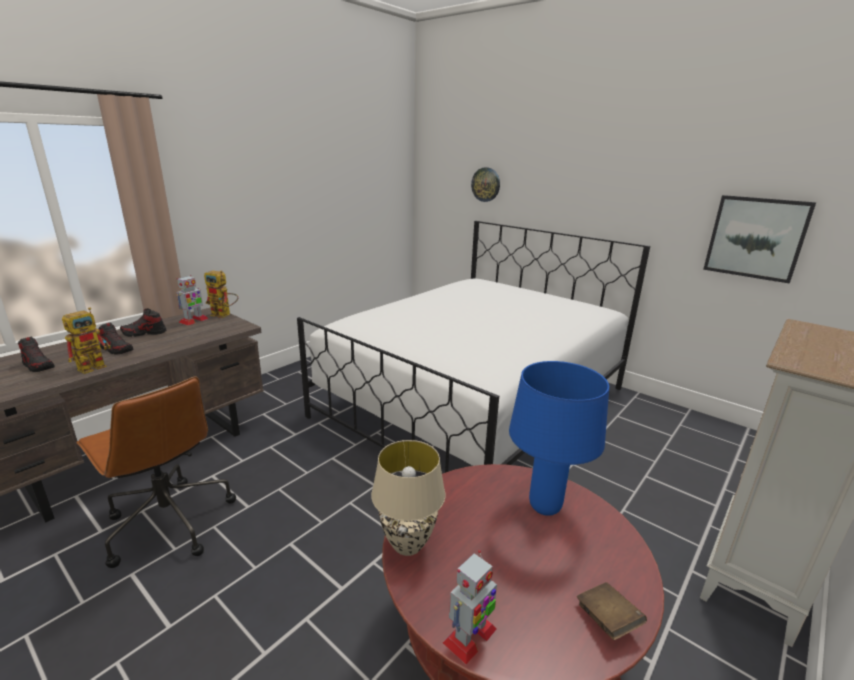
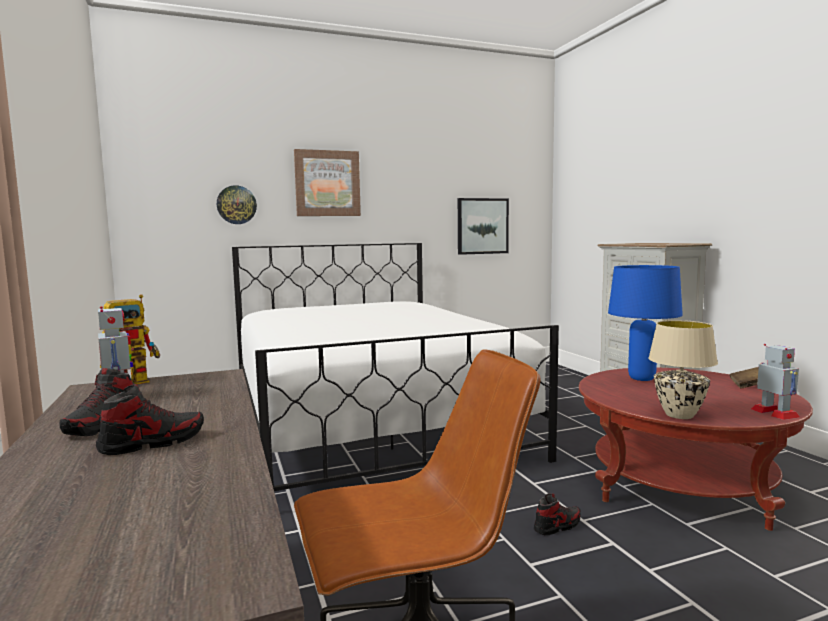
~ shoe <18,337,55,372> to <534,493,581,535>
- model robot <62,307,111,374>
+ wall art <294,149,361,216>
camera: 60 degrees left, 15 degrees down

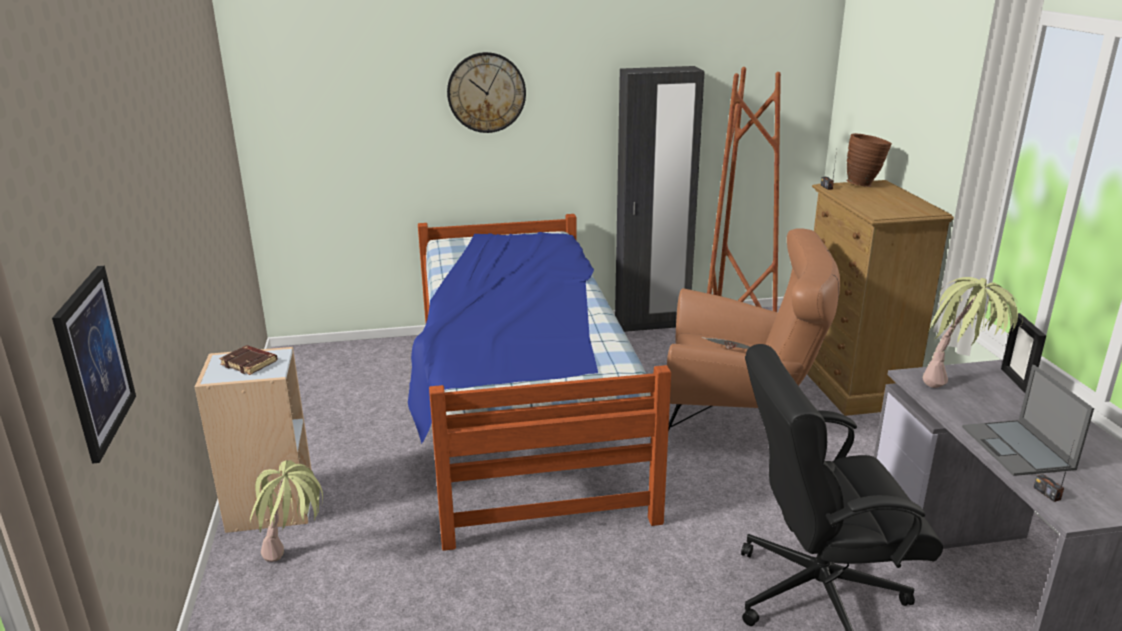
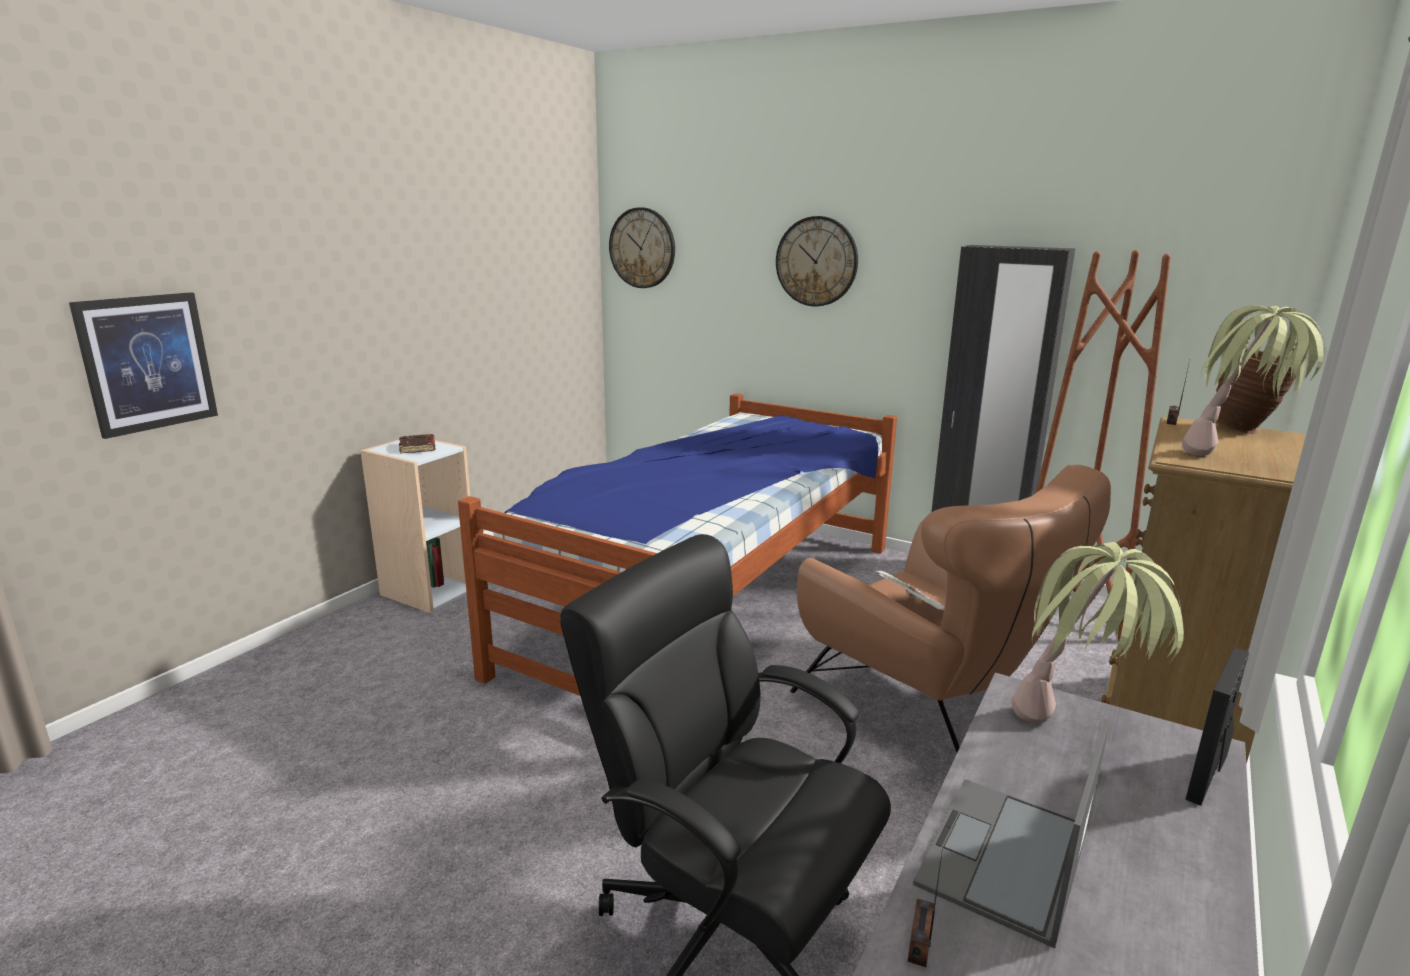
~ potted plant <250,460,323,562> to <1182,305,1325,456>
+ clock on the wall <609,207,675,288>
camera: 40 degrees right, 5 degrees down

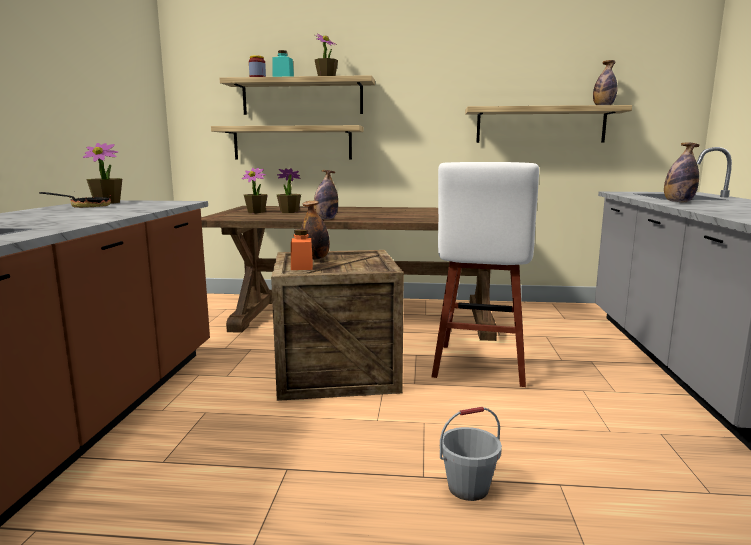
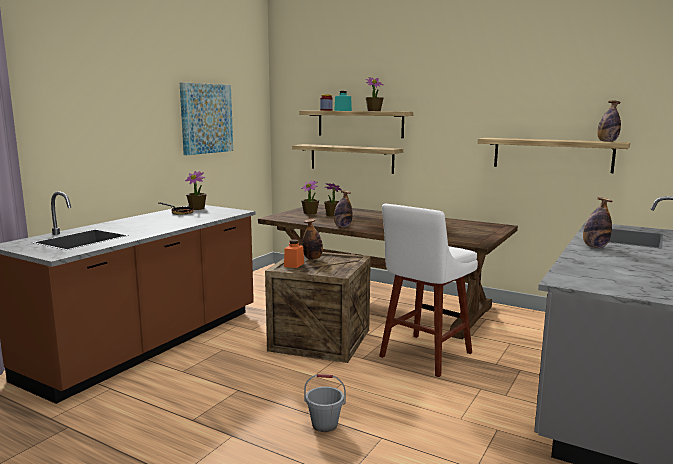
+ wall art <180,82,233,155>
camera: 25 degrees right, 0 degrees up

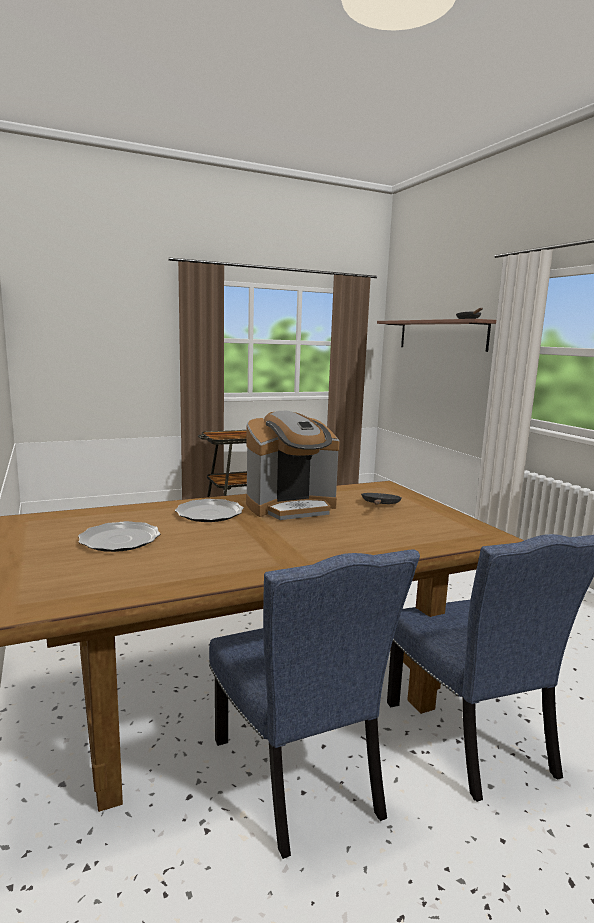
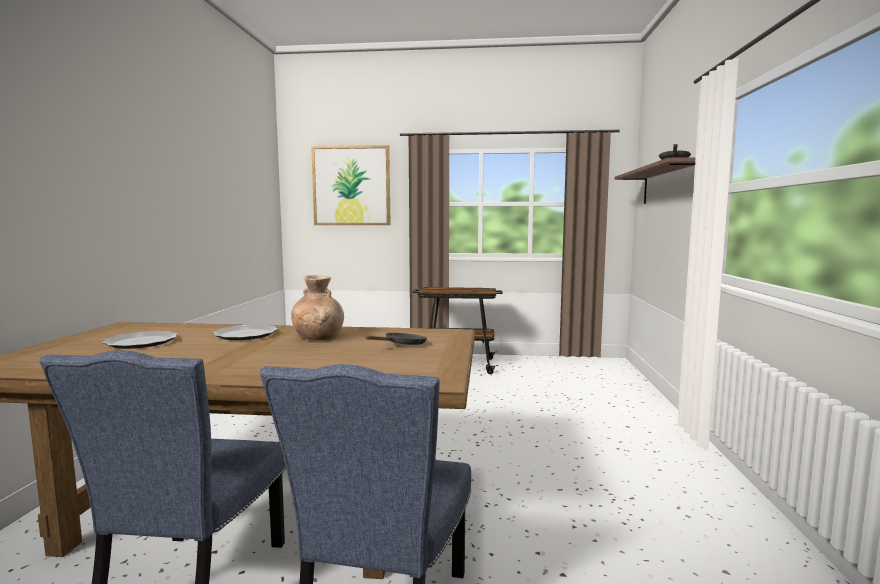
~ coffee brewer <246,411,340,520> to vase (brownish) <291,275,344,340>
+ wall art <311,145,390,225>
camera: 30 degrees right, 5 degrees down

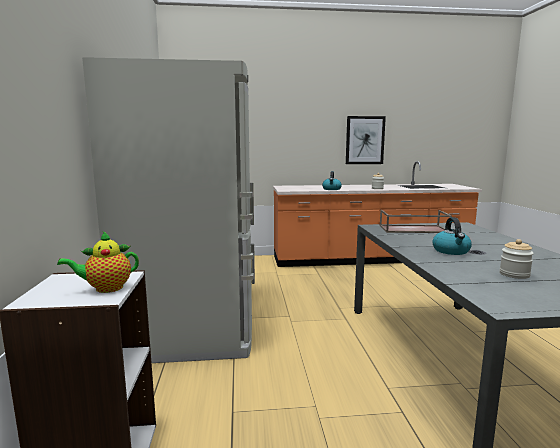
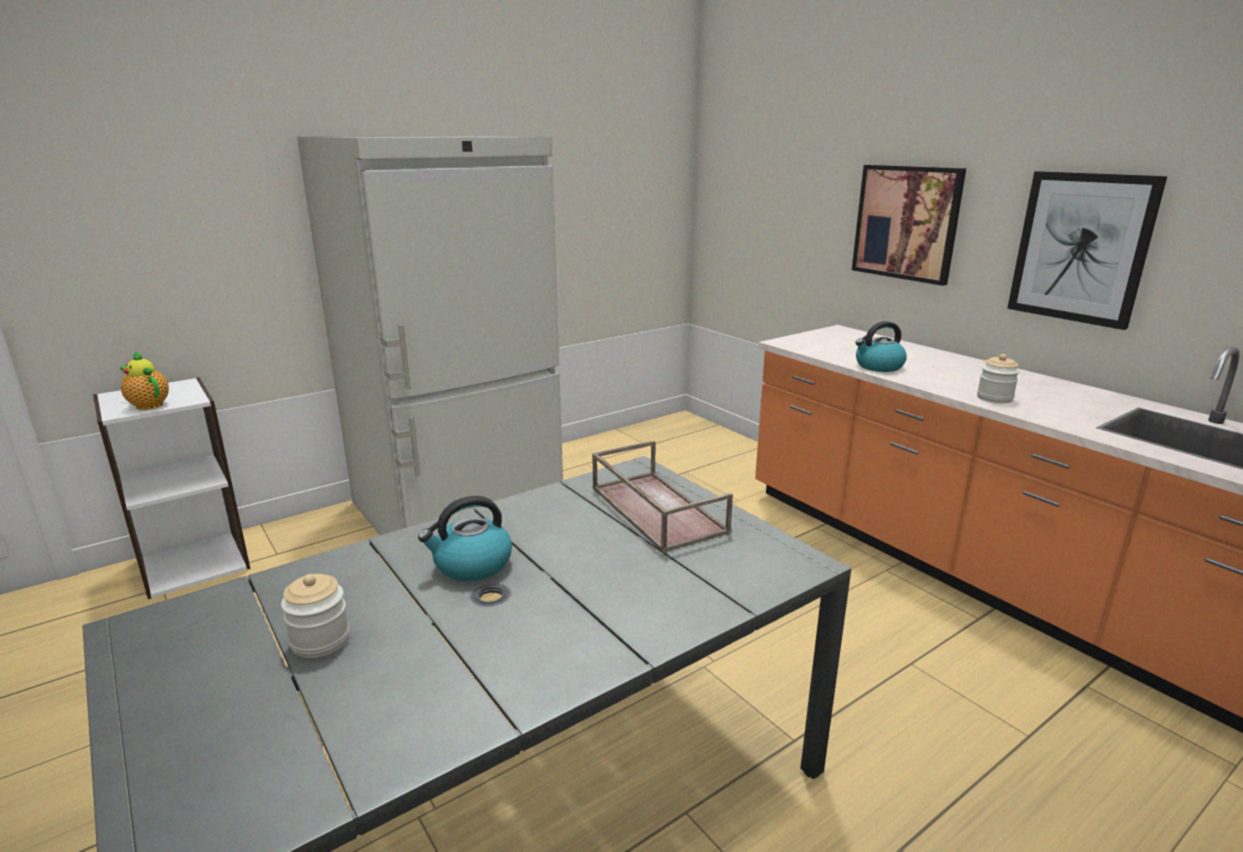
+ wall art <852,165,966,286>
camera: 60 degrees right, 10 degrees up

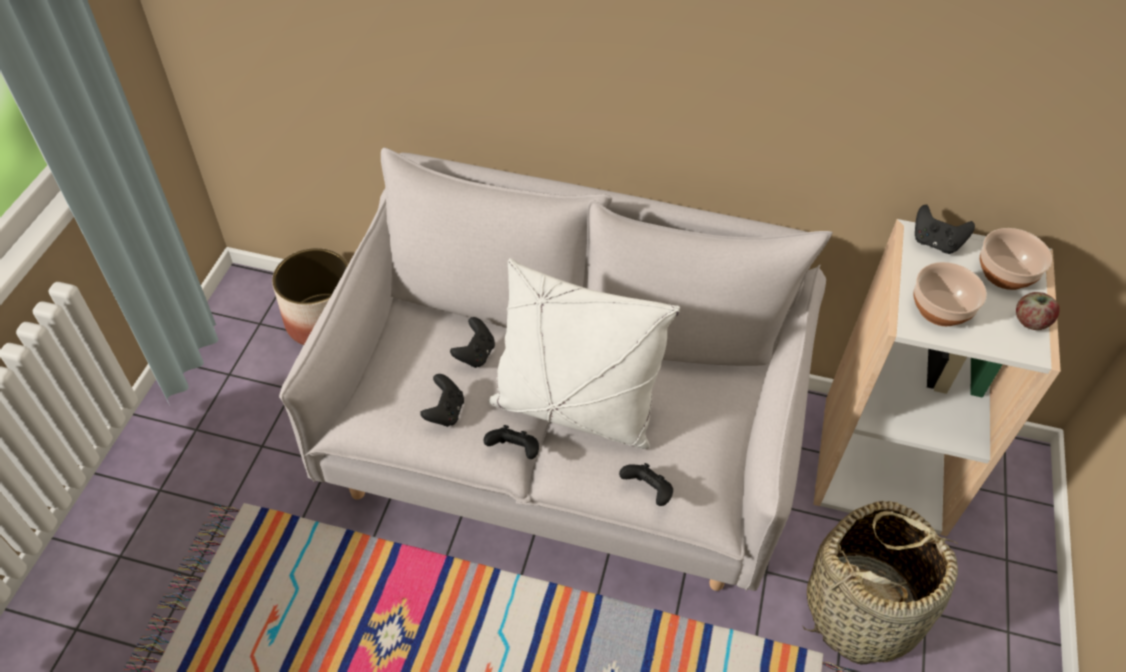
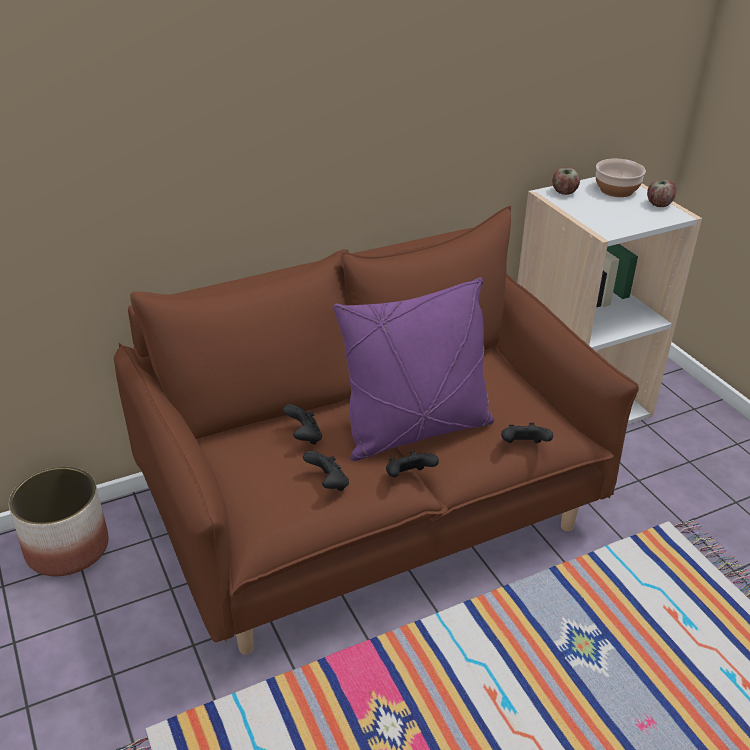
~ couch (gray) <279,148,833,591> to couch (brownish) <114,206,639,655>
~ cushion (whitish) <488,258,680,449> to cushion (purple-coloured) <333,277,494,461>
- basket <802,501,958,665>
- bowl <913,262,987,326>
~ game controller (black) <915,205,975,254> to whole apple <552,167,580,195>
camera: 40 degrees left, 15 degrees down

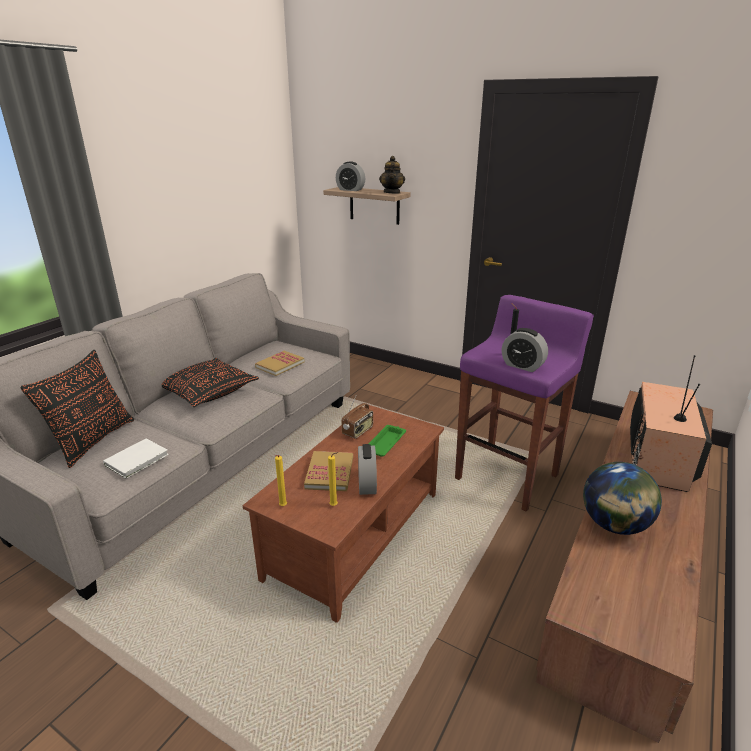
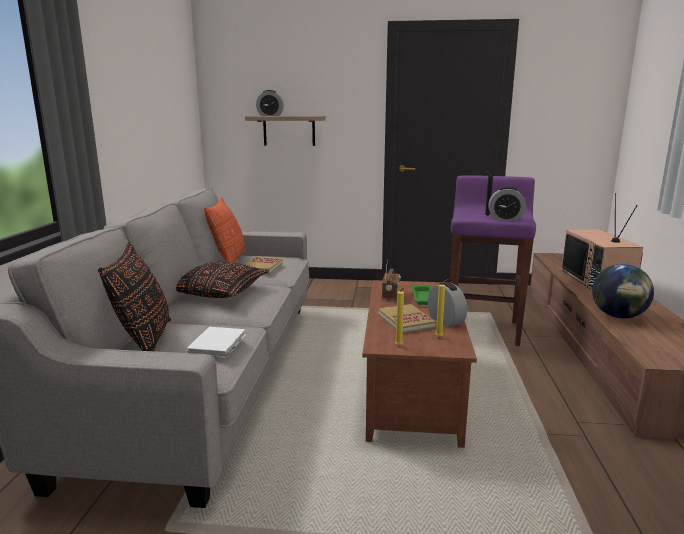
- teapot <379,156,405,194>
+ cushion (orangey) <204,197,245,263>
camera: 25 degrees left, 10 degrees down

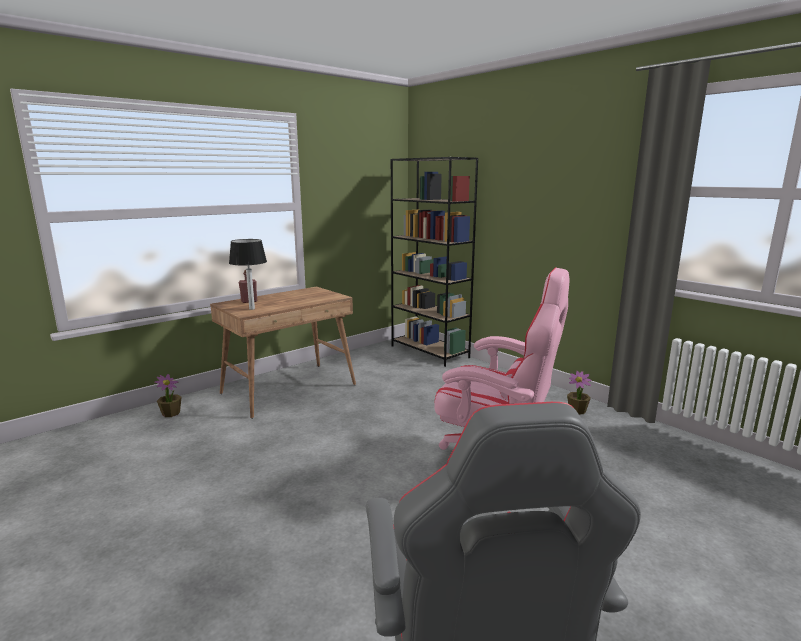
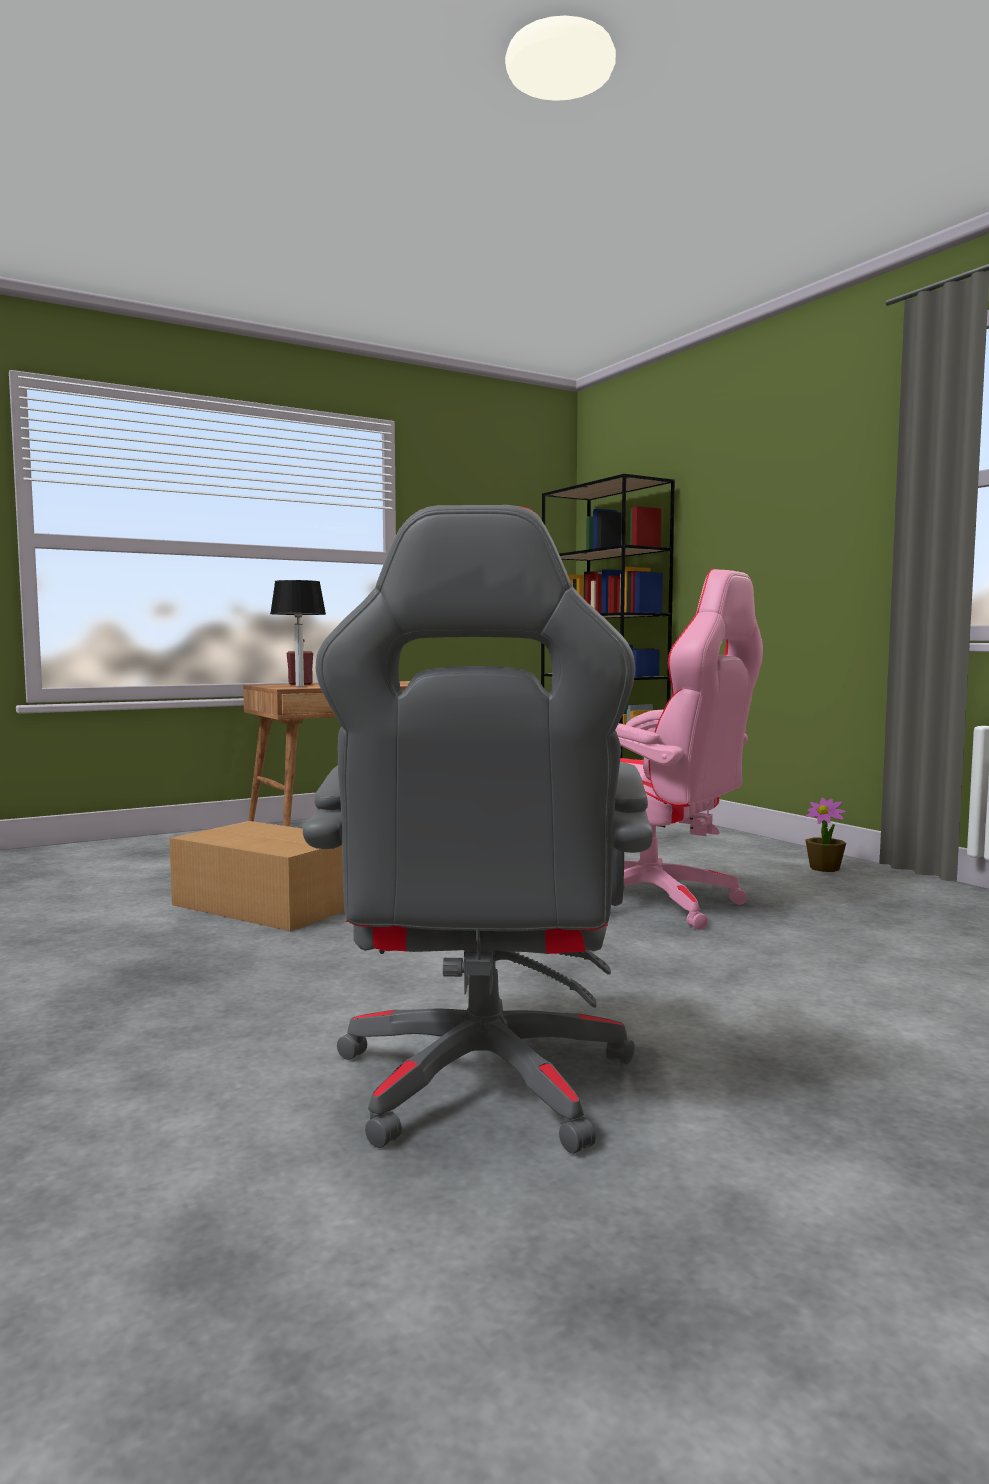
- potted plant <154,374,182,417>
+ packing box <169,821,345,931>
camera: 10 degrees right, 10 degrees down

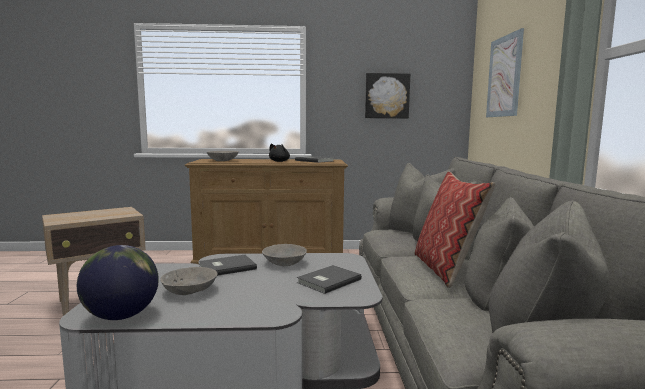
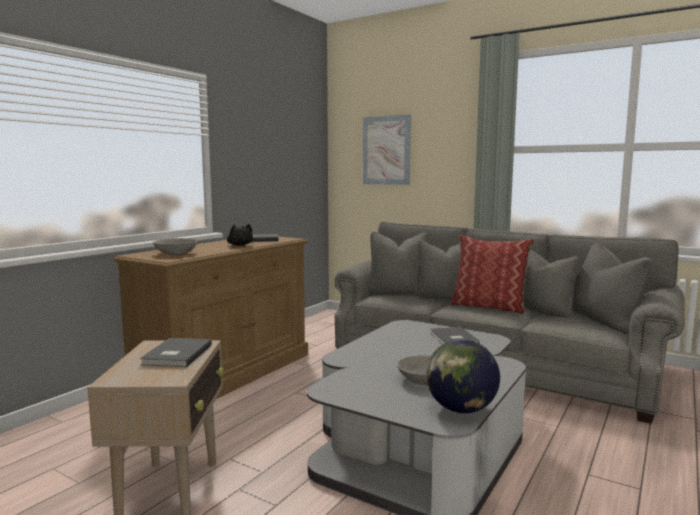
~ volume (gray) <199,255,257,276> to <140,338,212,367>
- bowl (gray) <262,244,307,266>
- wall art <365,73,410,119>
camera: 55 degrees left, 0 degrees up

